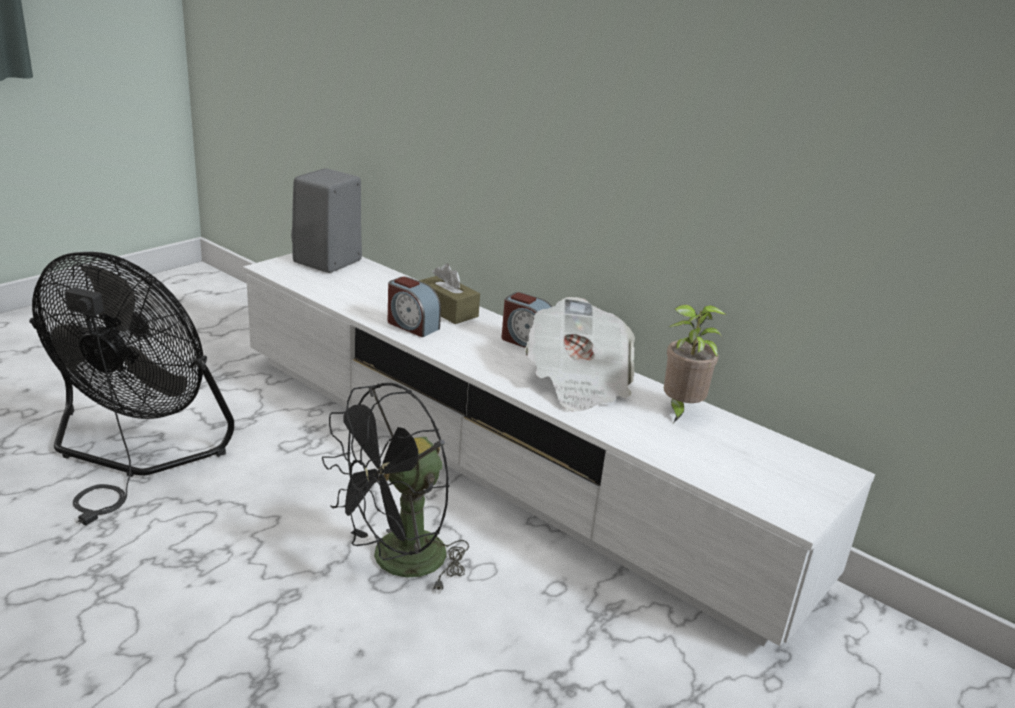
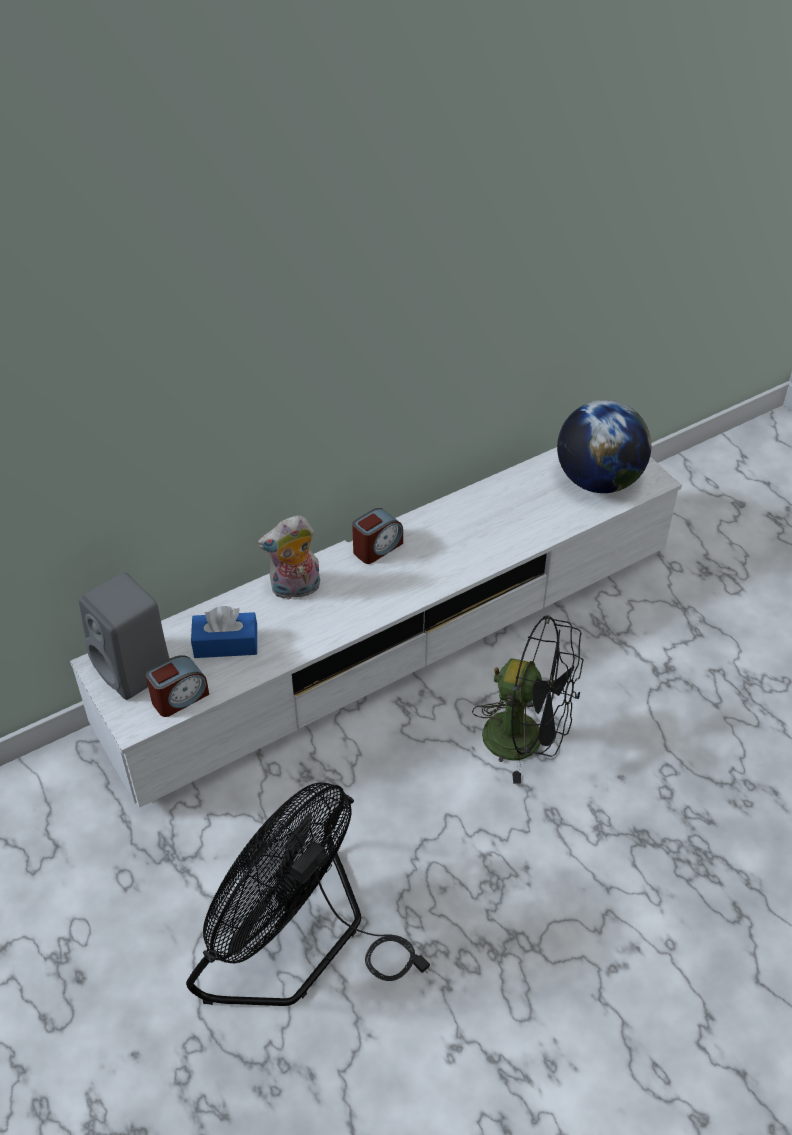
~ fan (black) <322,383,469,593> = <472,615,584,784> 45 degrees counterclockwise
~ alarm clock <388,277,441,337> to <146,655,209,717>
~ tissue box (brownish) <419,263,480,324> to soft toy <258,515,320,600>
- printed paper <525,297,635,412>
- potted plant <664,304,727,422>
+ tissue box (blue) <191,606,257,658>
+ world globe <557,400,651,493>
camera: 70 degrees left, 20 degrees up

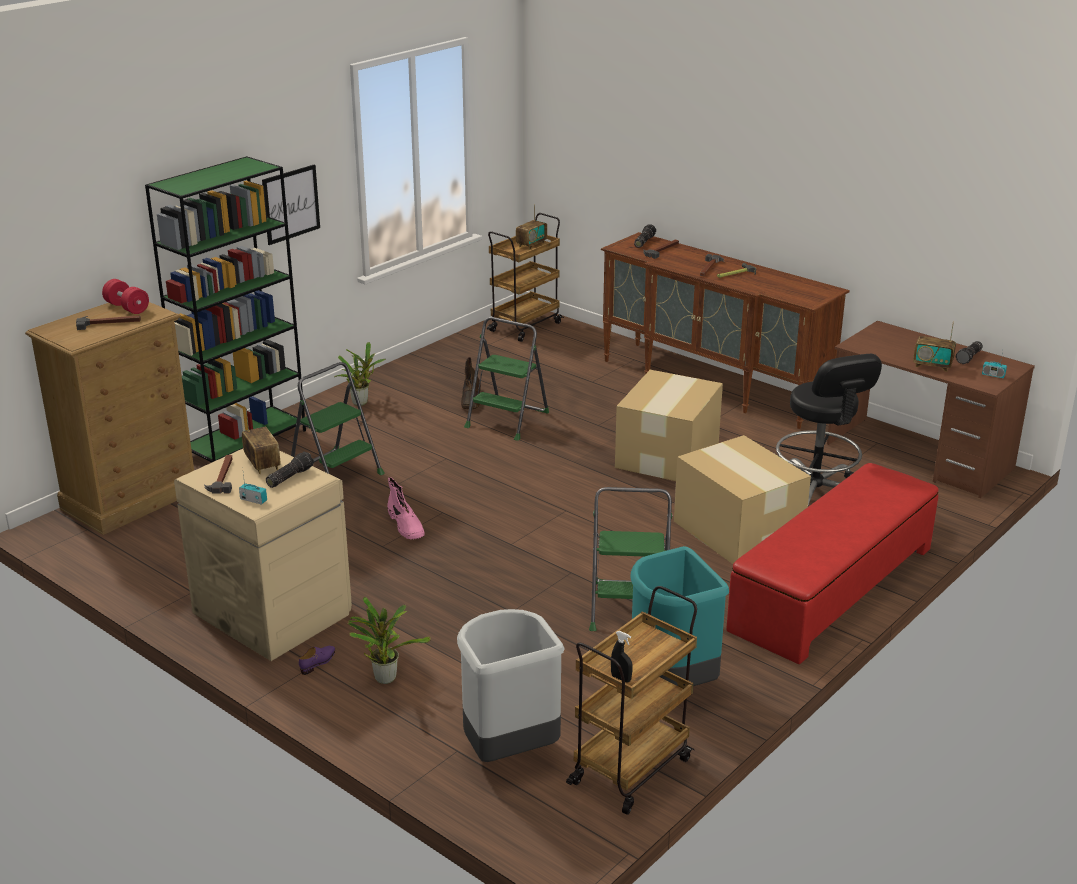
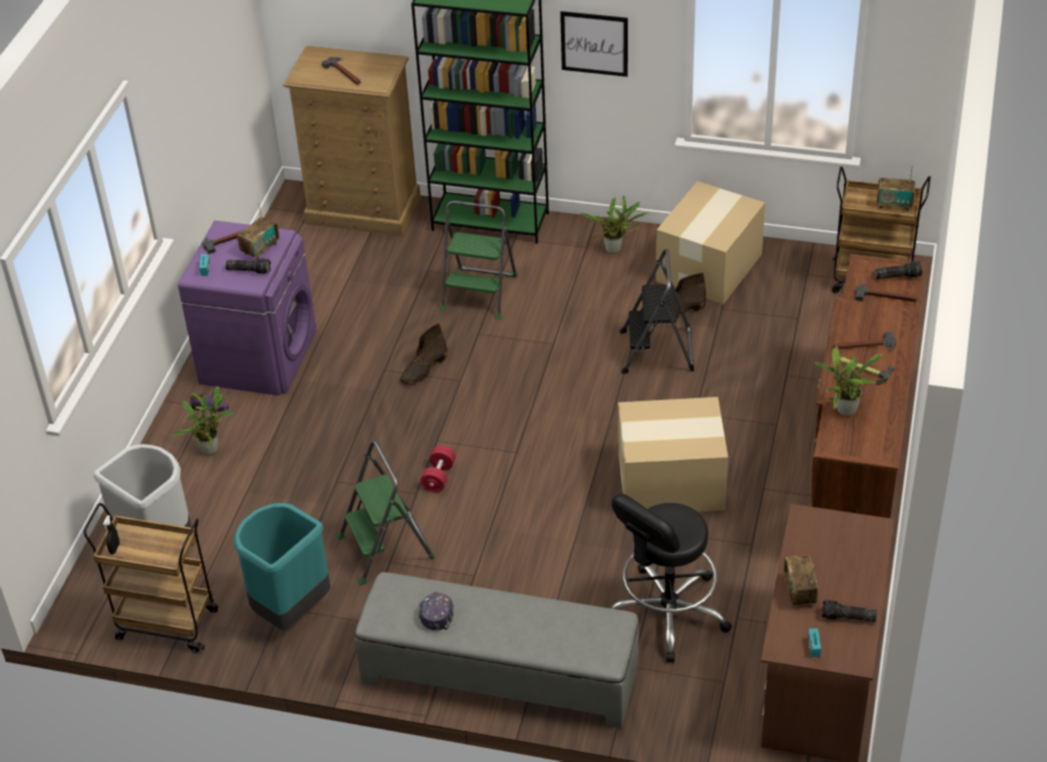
~ hand weight (reddish) <102,279,149,314> to <420,445,456,492>
~ laundry machine (beige) <174,449,352,661> to laundry machine (purple-coloured) <178,220,317,396>
~ boot (pink-coloured) <387,477,425,540> to boot (brownish) <400,323,447,385>
~ step ladder (greenish) <464,317,549,441> to step ladder (black) <619,249,694,374>
~ packing box <674,435,811,564> to <656,181,765,304>
~ long seat (reddish) <726,463,939,664> to long seat (gray) <355,572,639,728>
+ baseball cap <419,592,454,631>
+ potted plant <814,346,882,416>
camera: 65 degrees right, 15 degrees up

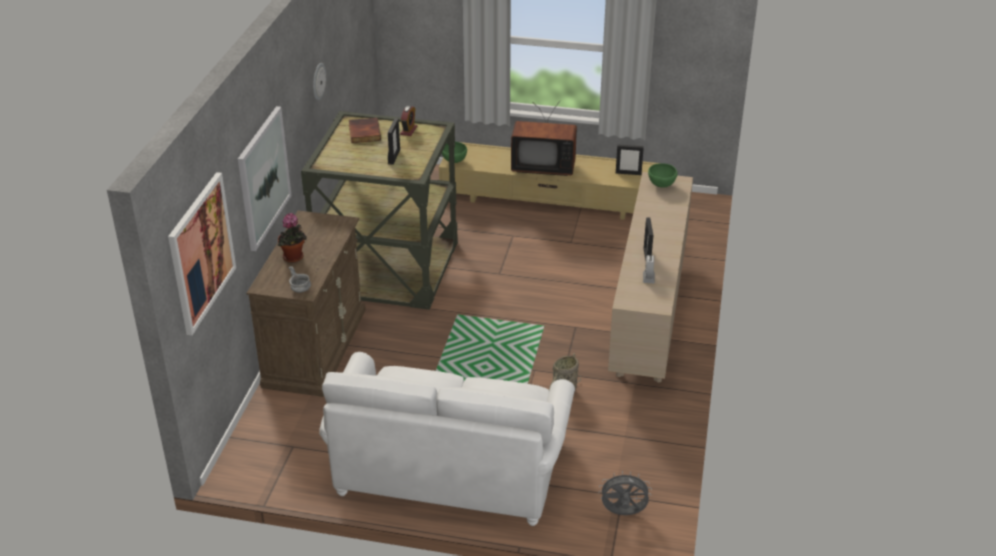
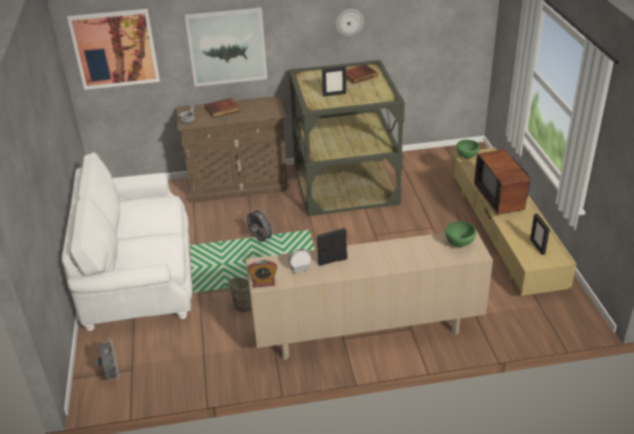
~ potted plant <278,213,307,263> to volume <205,98,240,118>
~ alarm clock <400,106,417,136> to <248,260,277,288>
+ fan (gray) <247,208,274,242>
camera: 70 degrees right, 0 degrees up

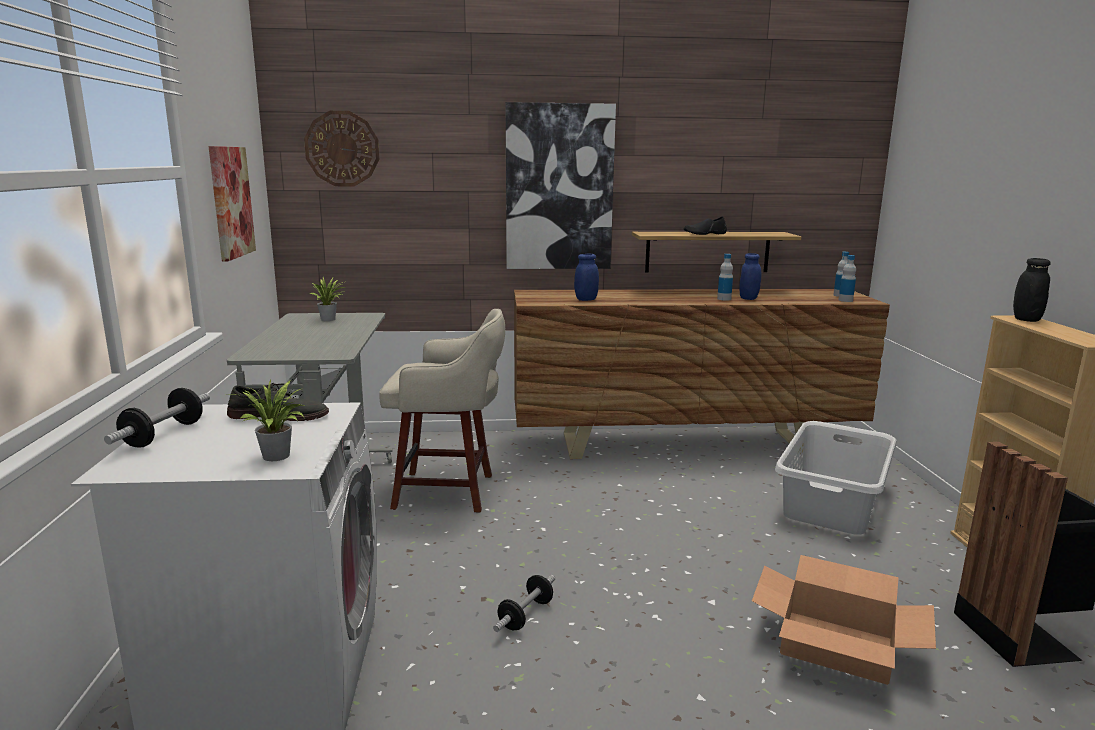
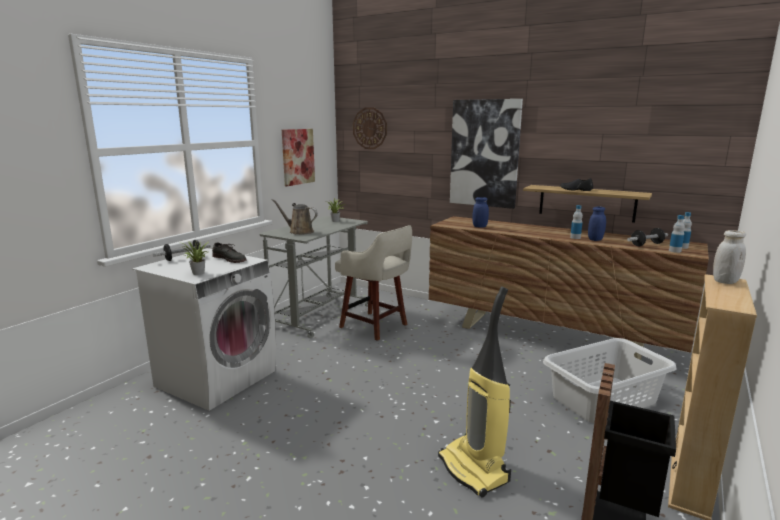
~ hand weight <493,575,555,632> to <627,228,668,246>
~ packing box <752,555,936,685> to hoover <438,287,511,497>
~ preserve jar (black) <1013,258,1051,322> to preserve jar (whitish) <713,230,746,284>
+ sprinkling can (brownish) <272,199,318,235>
camera: 35 degrees right, 0 degrees up

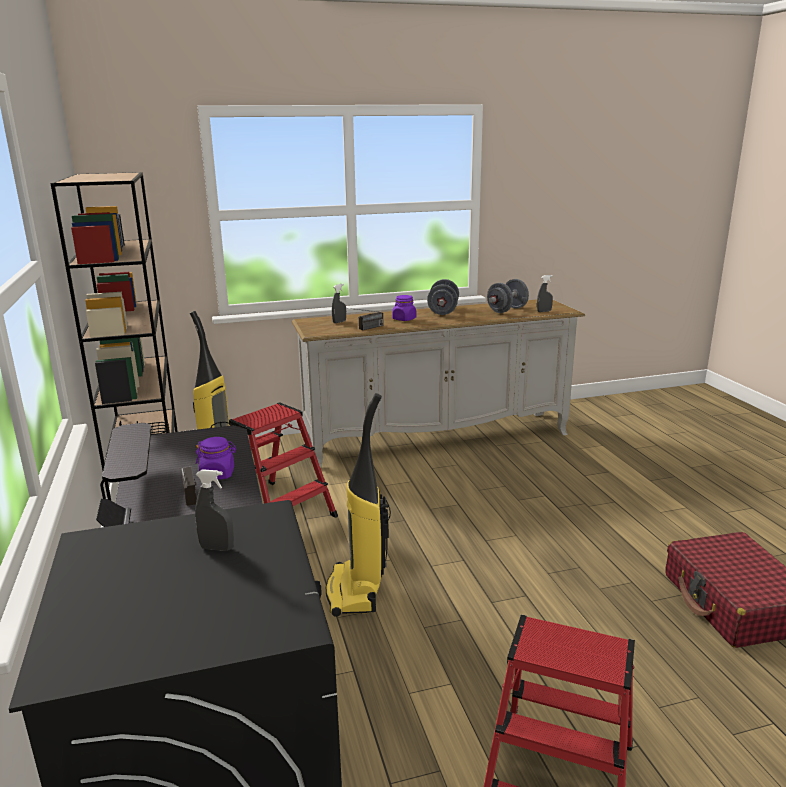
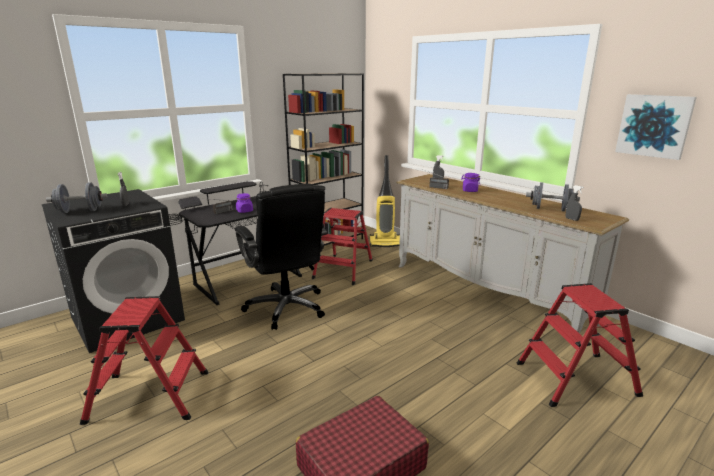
~ hoover <326,393,391,617> to office chair (black) <235,184,327,330>
~ hand weight (gray) <427,279,459,315> to <46,182,107,213>
+ step ladder (reddish) <516,283,643,407>
+ wall art <615,94,697,160>
camera: 65 degrees right, 0 degrees up

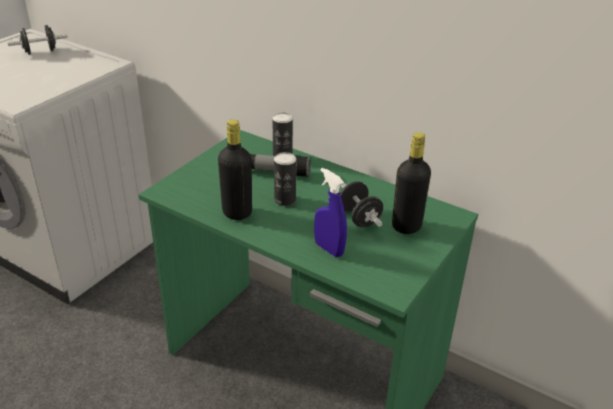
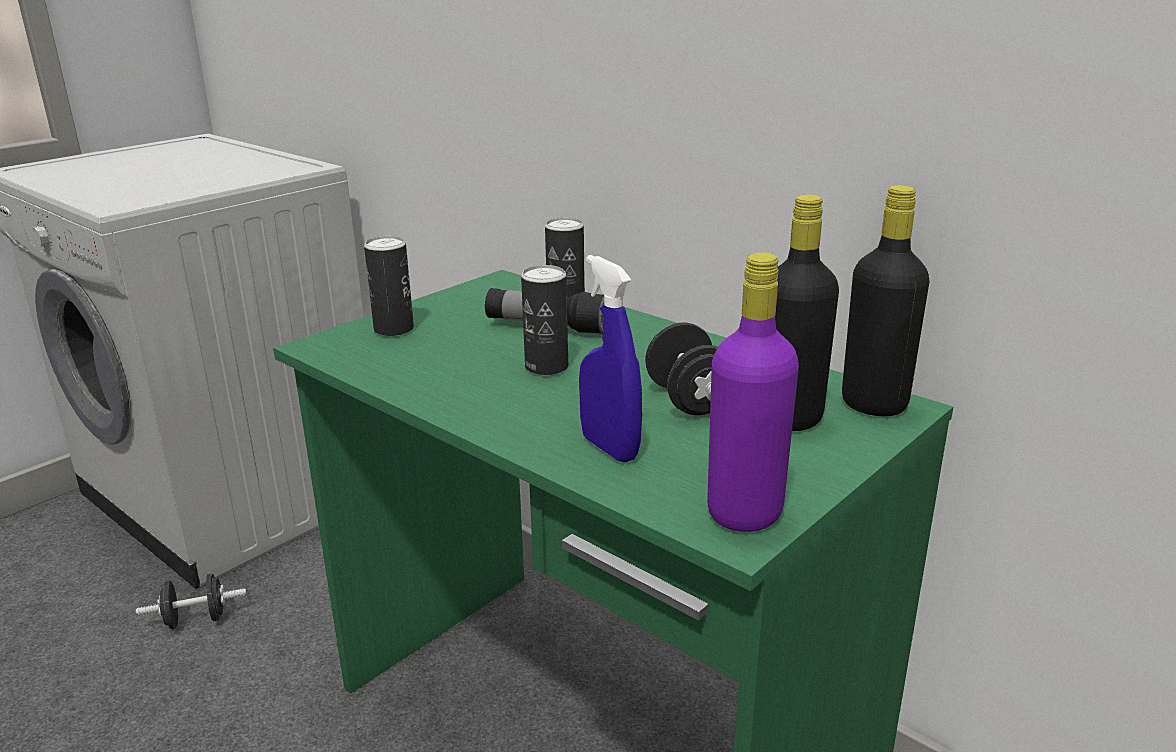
~ hand weight (black) <7,25,68,55> to <136,574,247,629>
~ drink bottle (black) <218,120,252,220> to <842,185,929,416>
+ metal can <364,236,414,336>
+ drink bottle (purple-coloured) <707,253,799,532>
camera: 10 degrees right, 10 degrees down

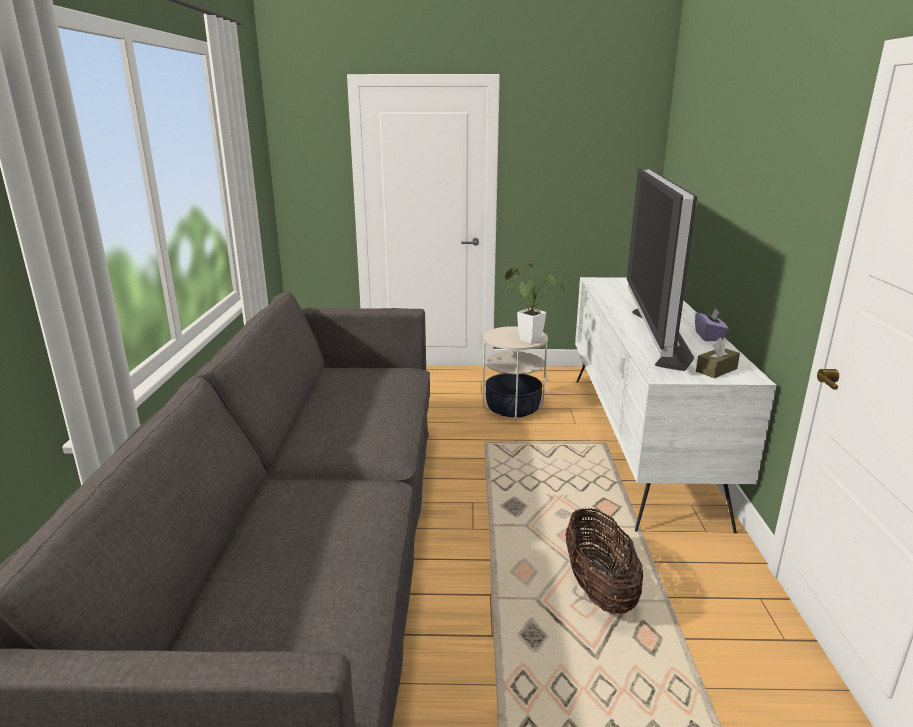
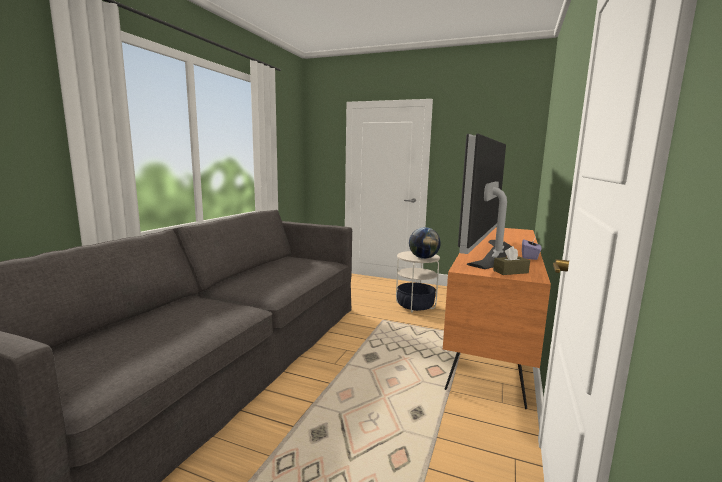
~ potted plant <502,260,566,344> to world globe <409,227,441,259>
- basket <565,508,643,614>
~ tv stand (whitish) <575,277,777,533> to tv stand (orangey) <443,227,551,409>
camera: 20 degrees right, 10 degrees down

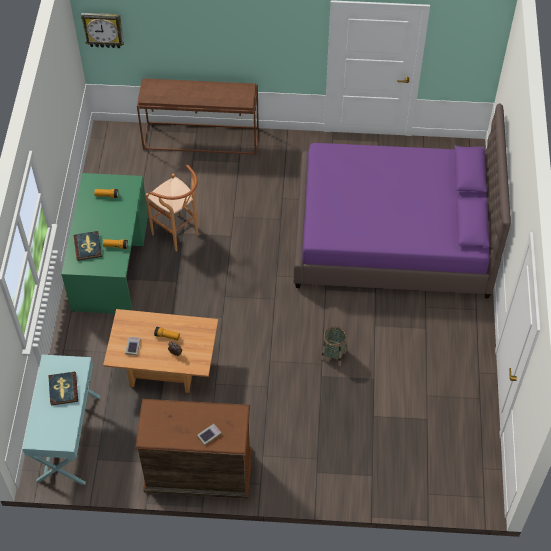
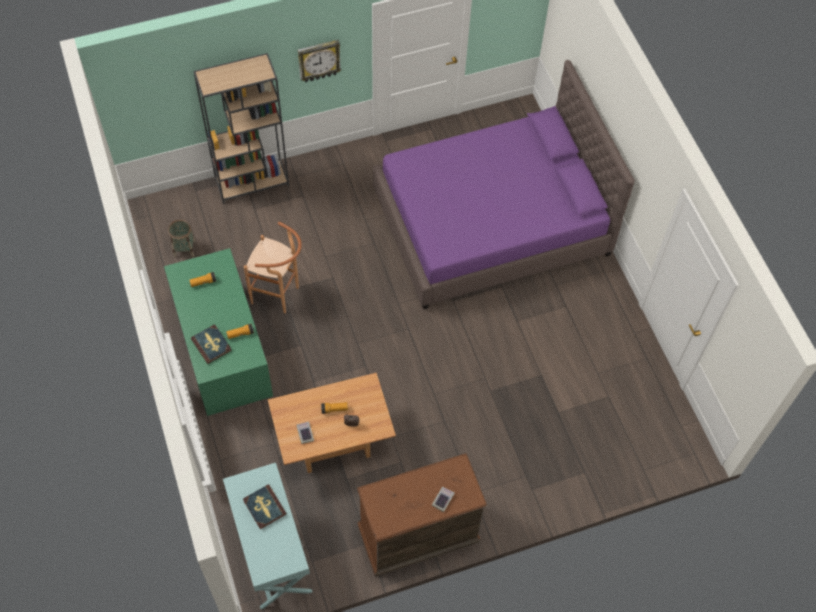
~ clock on the wall <81,13,124,48> to <298,40,341,82>
~ hall table (brownish) <137,78,259,155> to shelving unit <193,53,289,204>
~ basket <321,326,347,366> to <168,220,195,257>
camera: 25 degrees left, 5 degrees up

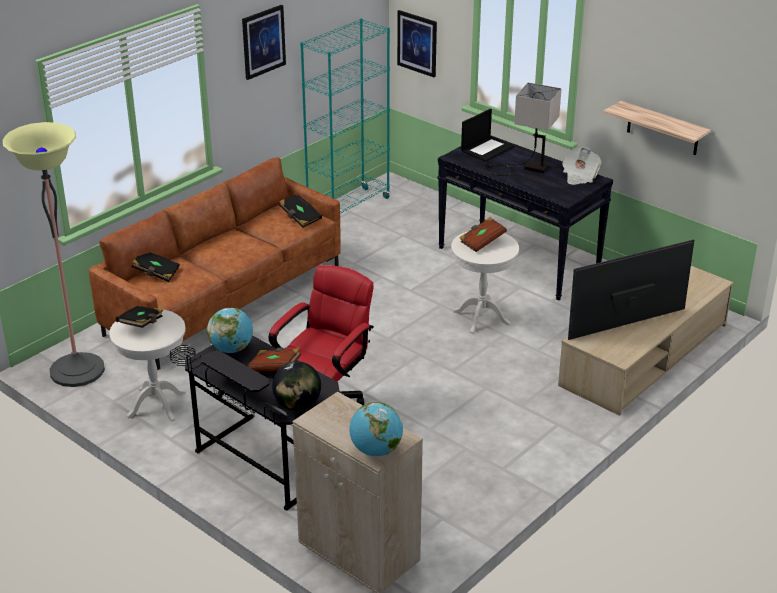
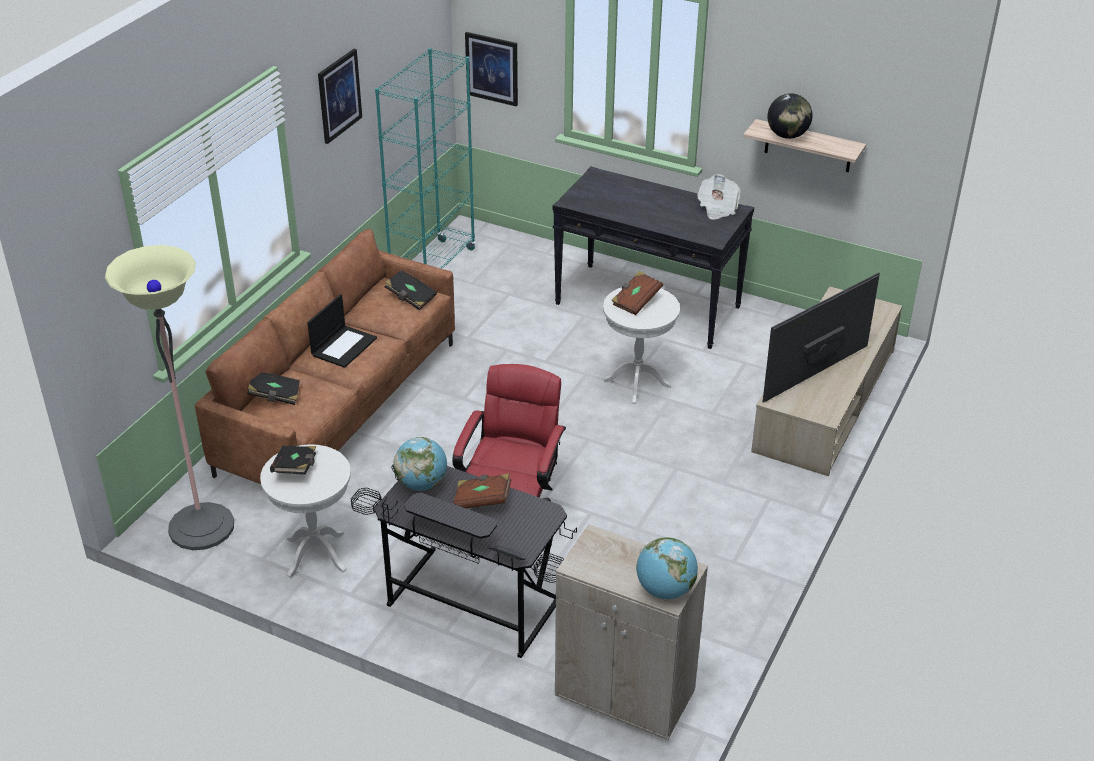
~ world globe <272,361,321,410> to <767,93,813,139>
~ laptop <461,109,514,162> to <307,294,377,368>
- table lamp <484,83,562,176>
camera: 15 degrees left, 5 degrees up

